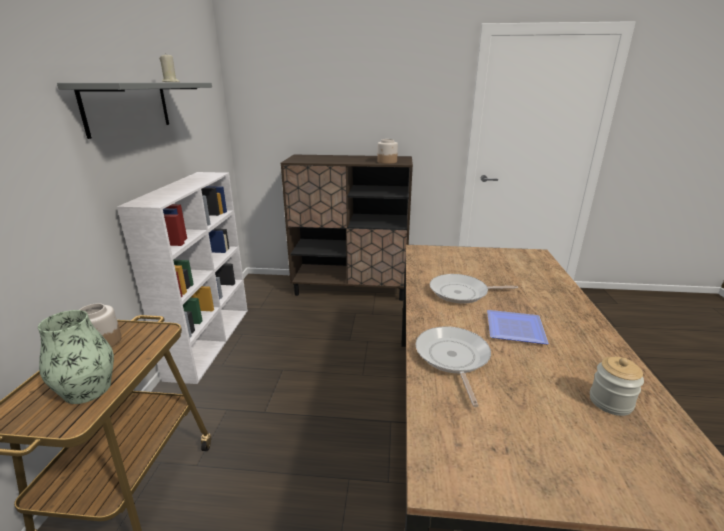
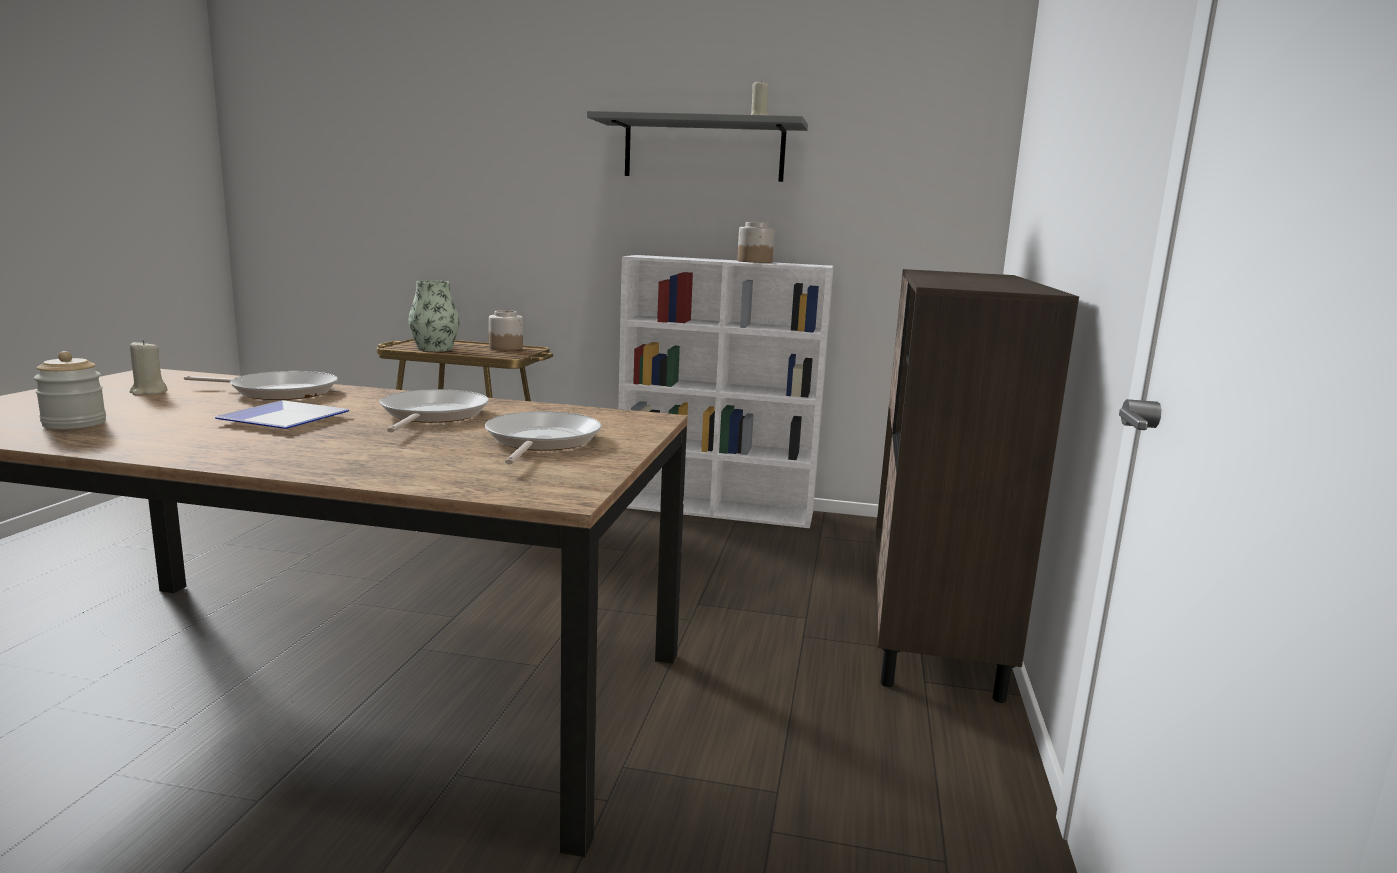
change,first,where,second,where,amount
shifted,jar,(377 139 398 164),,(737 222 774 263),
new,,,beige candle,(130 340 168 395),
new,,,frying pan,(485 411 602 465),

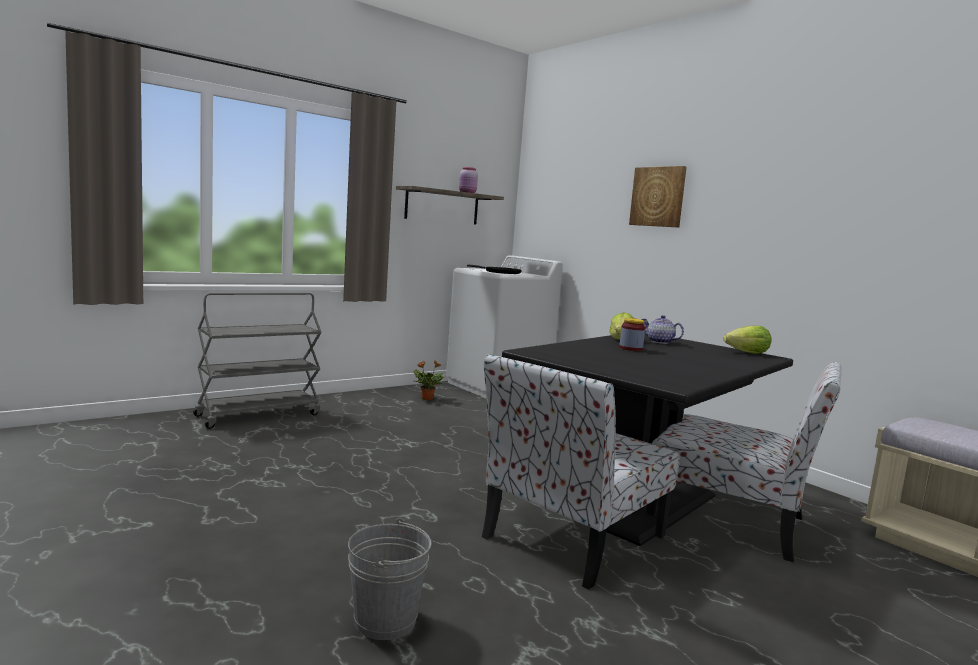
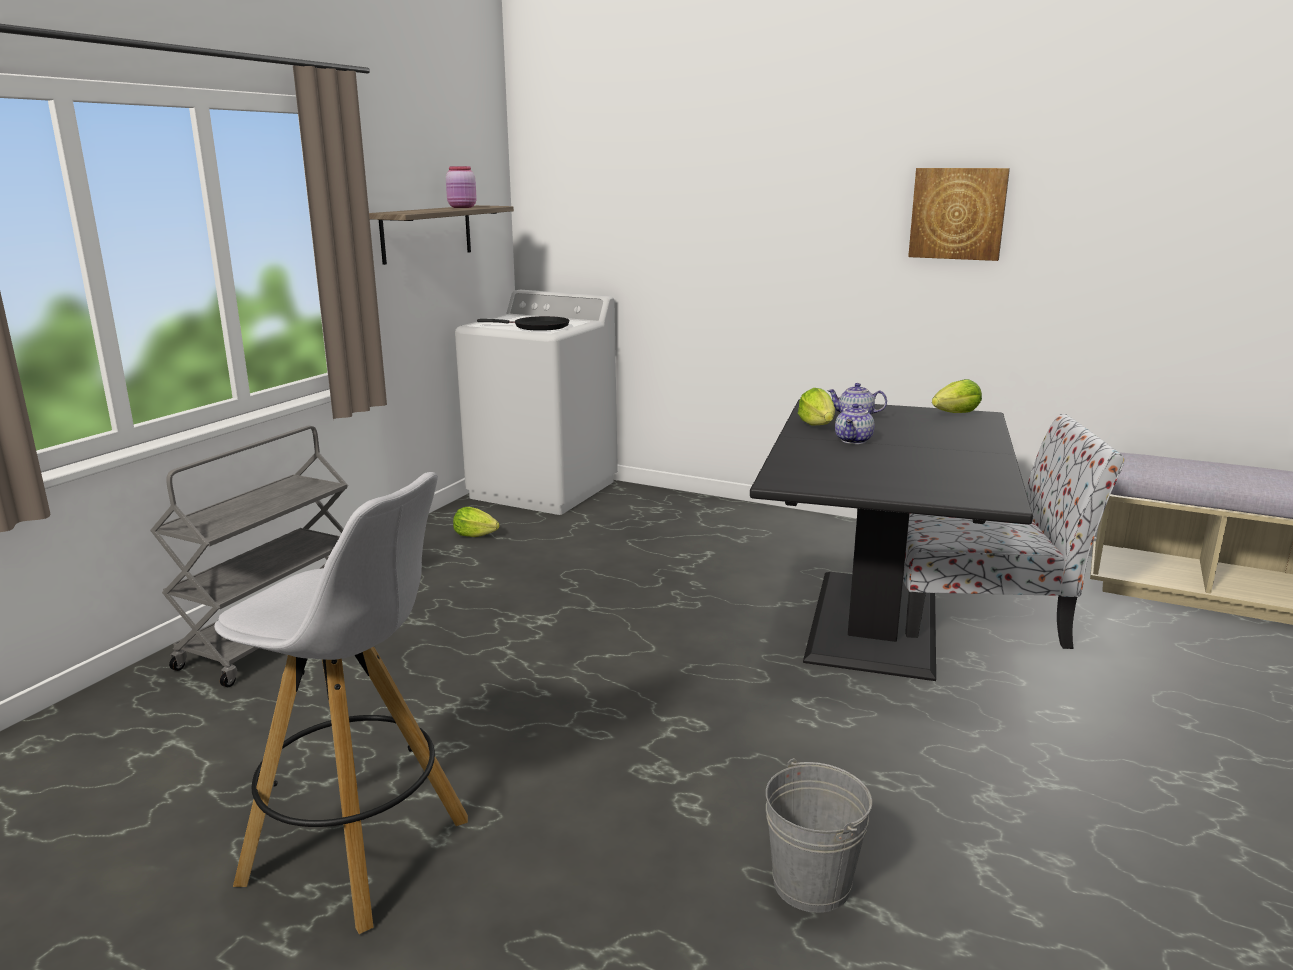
change,first,where,second,where,amount
shifted,picture,(629 166 687 228),,(908 168 1010 261),
swapped,jar,(619 318 645 351),teapot,(835 403 874 444),
gone,chair,(482 354 679 589),,,
swapped,potted plant,(413 361 445 400),lettuce,(453 507 500 537),
new,,,white stool,(214 472 468 934),

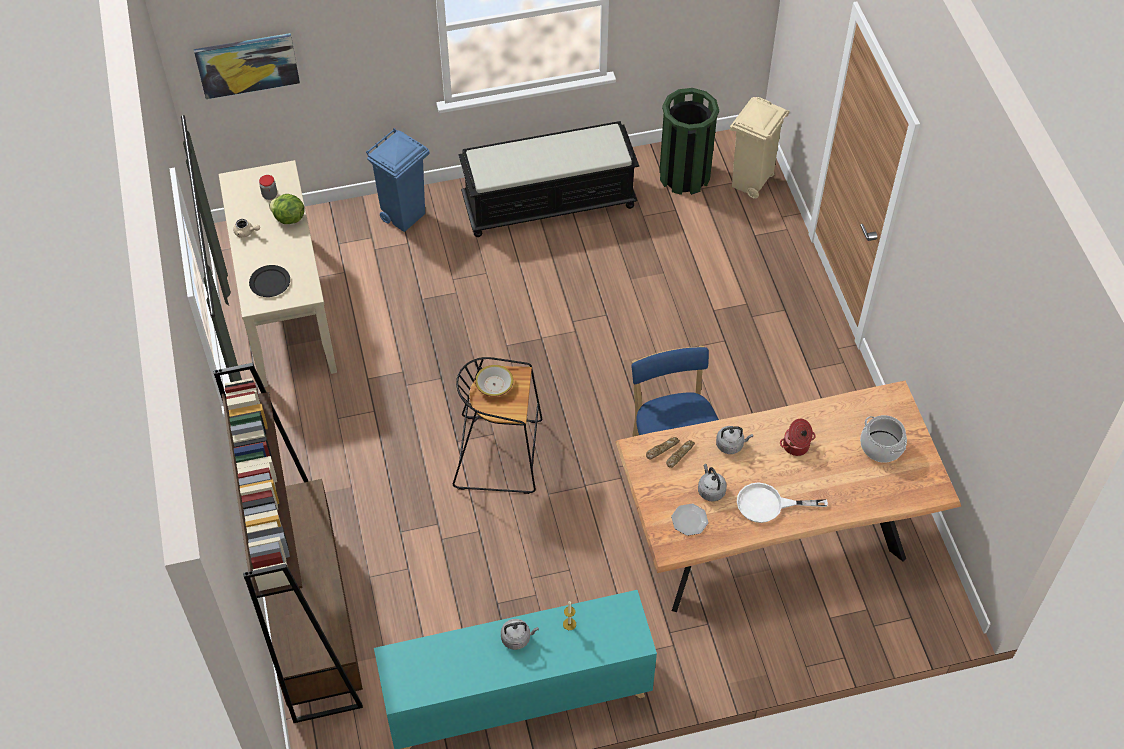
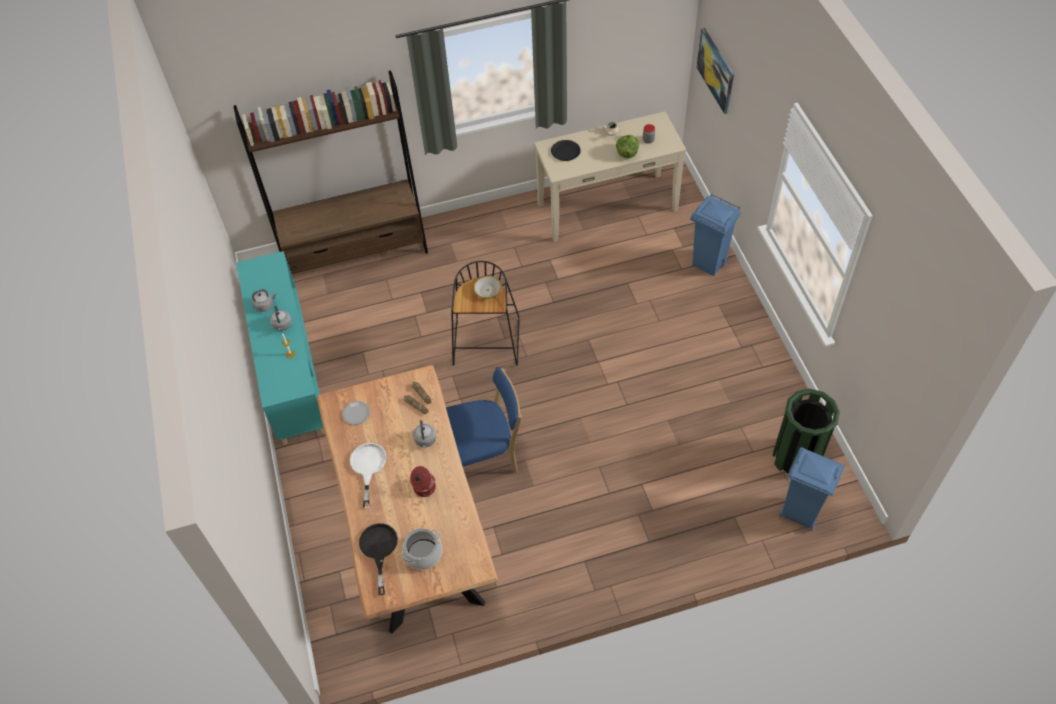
change,first,where,second,where,amount
repainted,beige trash can,(730 97 790 199),blue trash can,(779 447 845 531),
gone,black bench,(458 121 639 237),,,
shifted,grey kettle,(698 463 727 501),,(252 289 277 312),
new,,,black frying pan,(359 523 398 595),

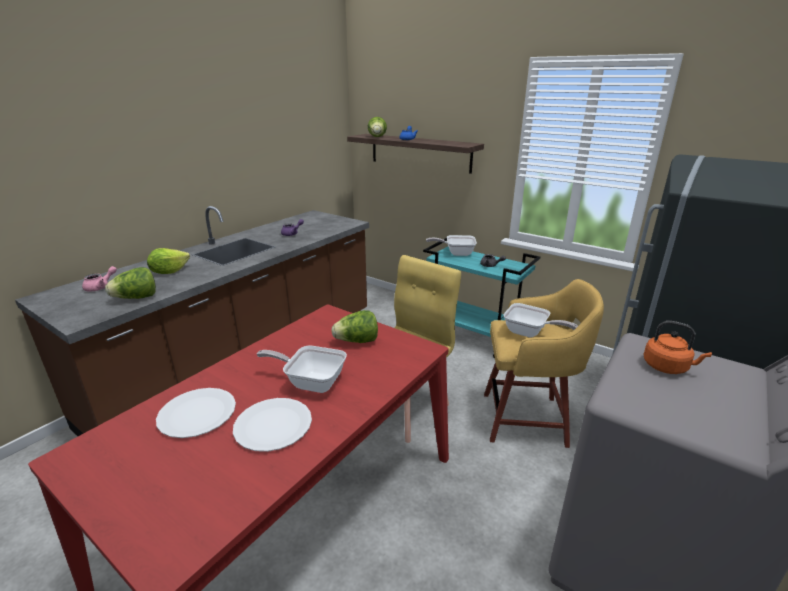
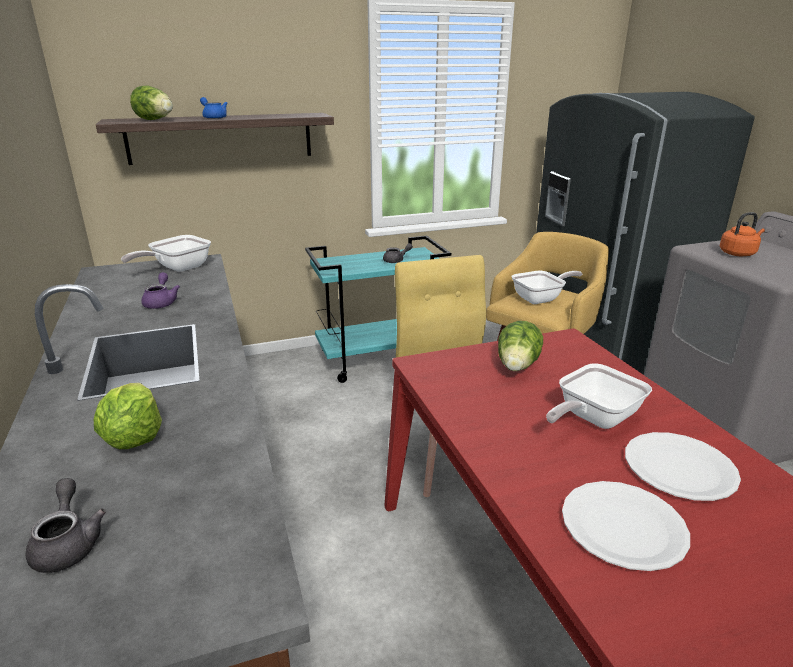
change,first,where,second,where,amount
shifted,frying pan,(426 235 477 256),,(121 235 211 272),
repainted,pink teapot,(82 266 117 291),grey teapot,(25 478 106 573),
gone,lettuce,(105 267 156 299),,,

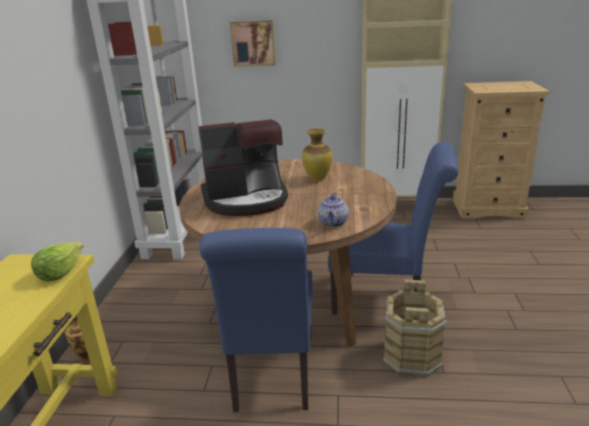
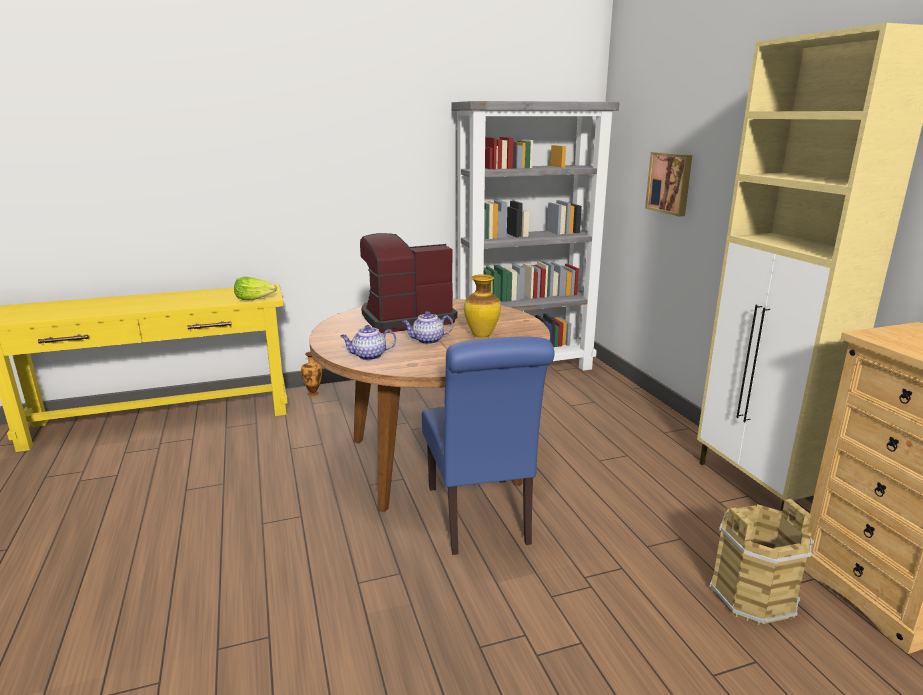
change,first,where,second,where,amount
rotated,coffee machine,(198 119 288 216),,(360 233 458 333),105 degrees clockwise
gone,blue chair,(199 228 313 412),,,
shifted,brown bucket,(383 279 447 376),,(710 499 814 626),
new,,,teapot,(402 311 453 344),

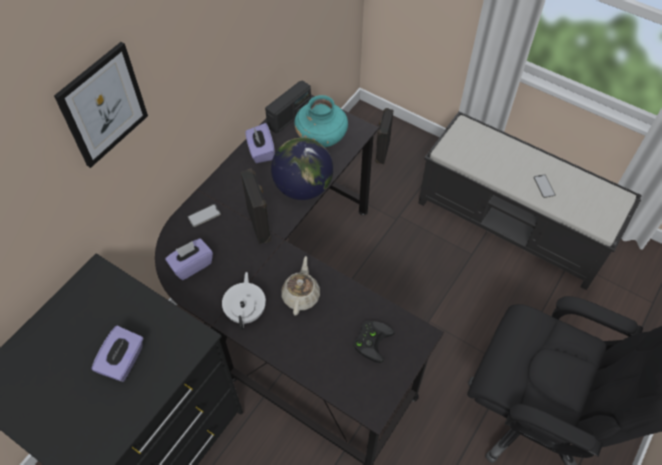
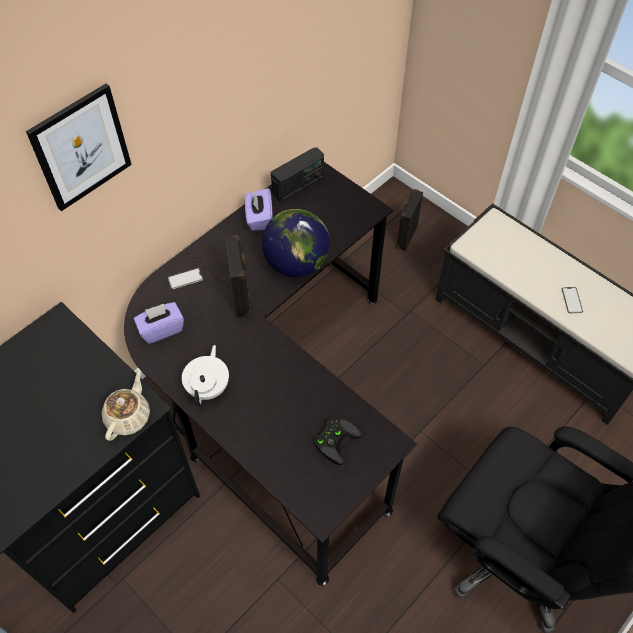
change,first,where,second,where,amount
gone,turquoise vase,(294 95 348 147),,,
shifted,beige teapot,(282 256 320 316),,(102 370 150 441),
gone,purple tissue box,(91 326 143 382),,,

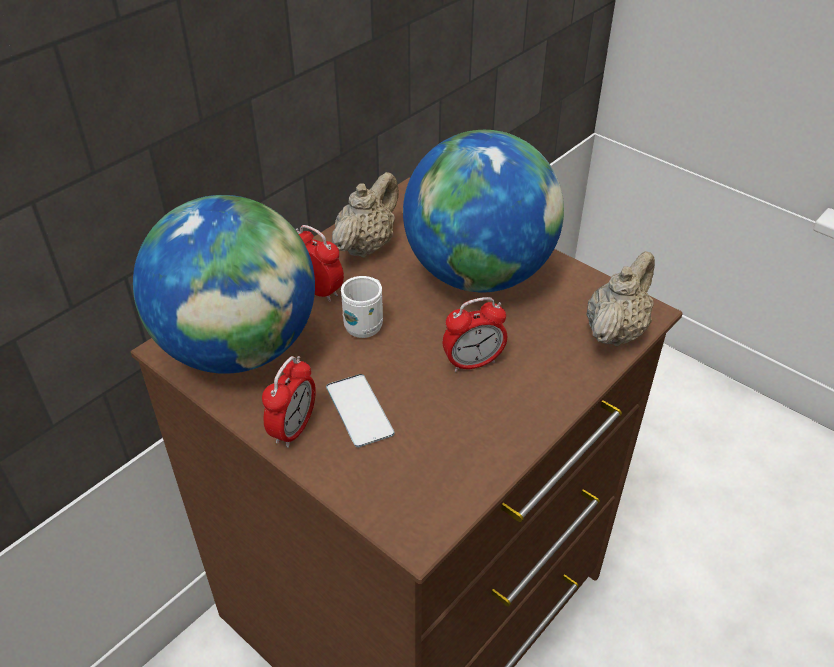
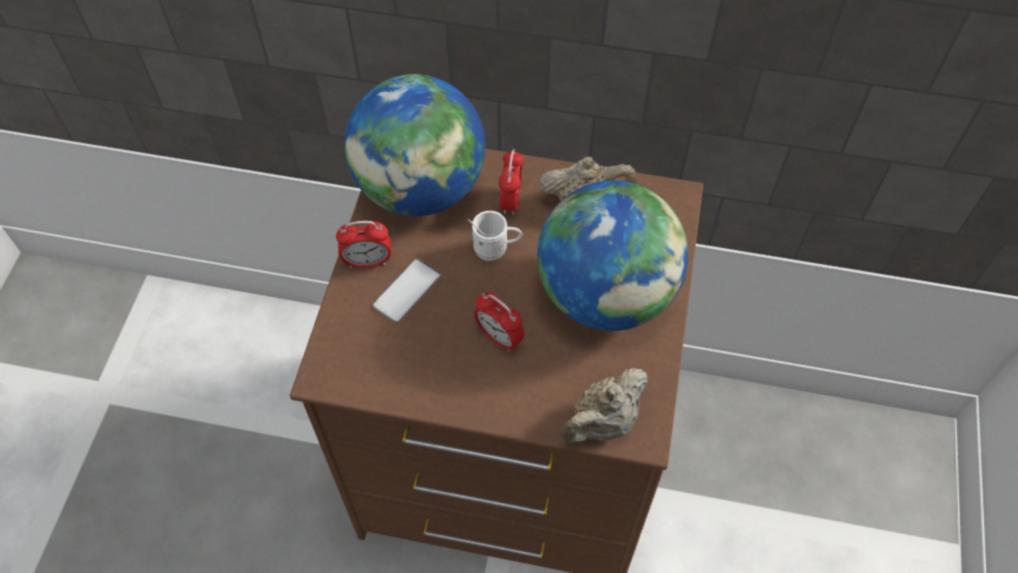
change,first,where,second,where,amount
rotated,beige teapot,(587 251 655 347),,(561 368 648 444),135 degrees clockwise

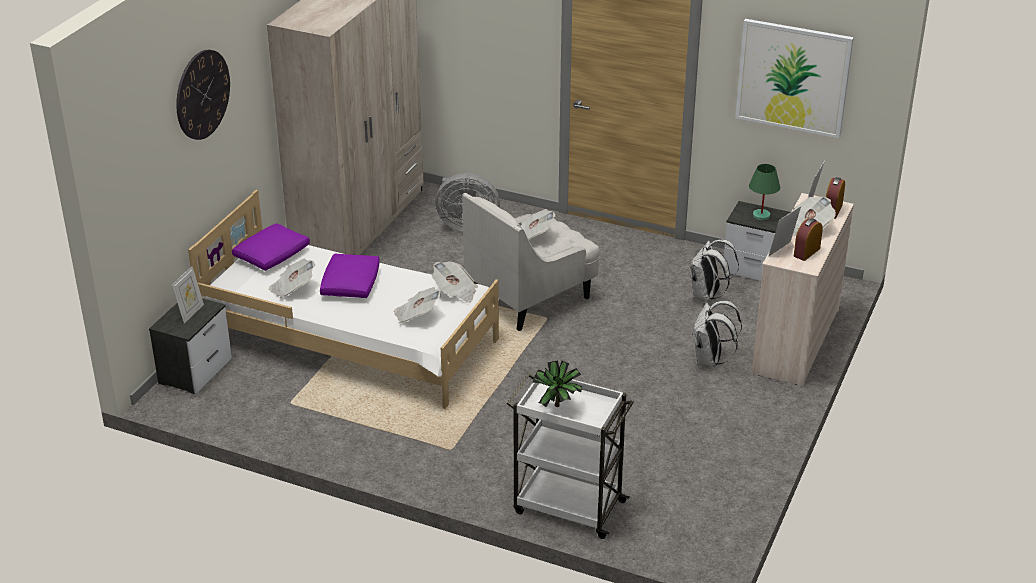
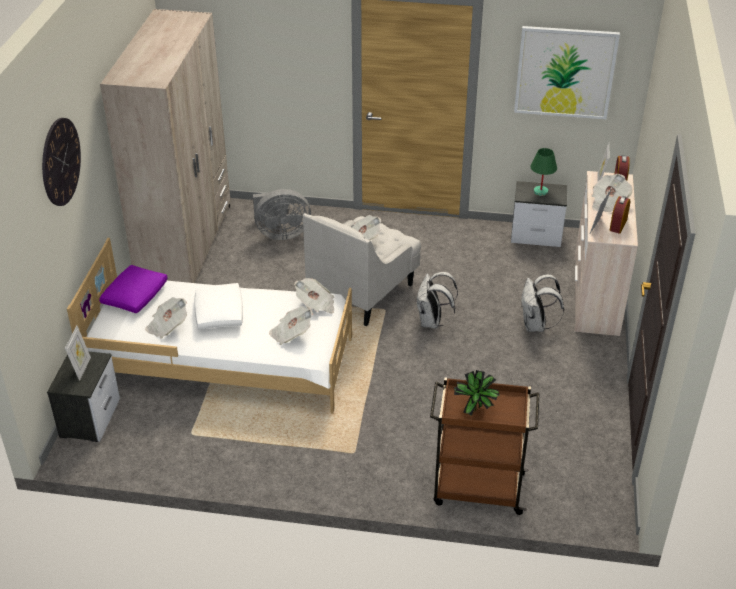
change,first,where,second,where,amount
shifted,white backpack,(690 239 739 302),,(416 272 458 329),
repainted,purple pillow,(320 254 380 298),white pillow,(194 283 243 330),
repainted,white cart,(507 373 634 539),brown cart,(430 377 539 515),

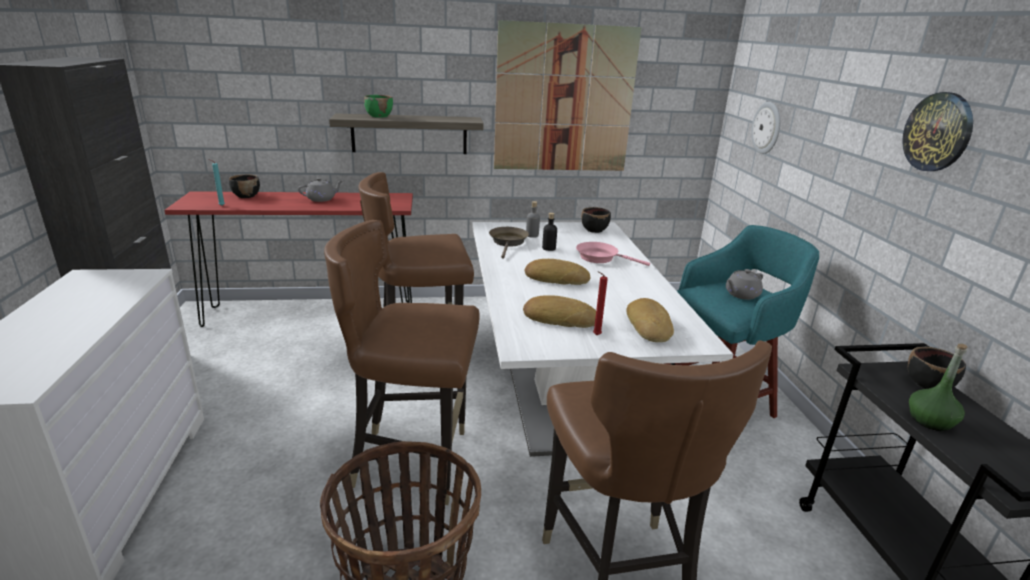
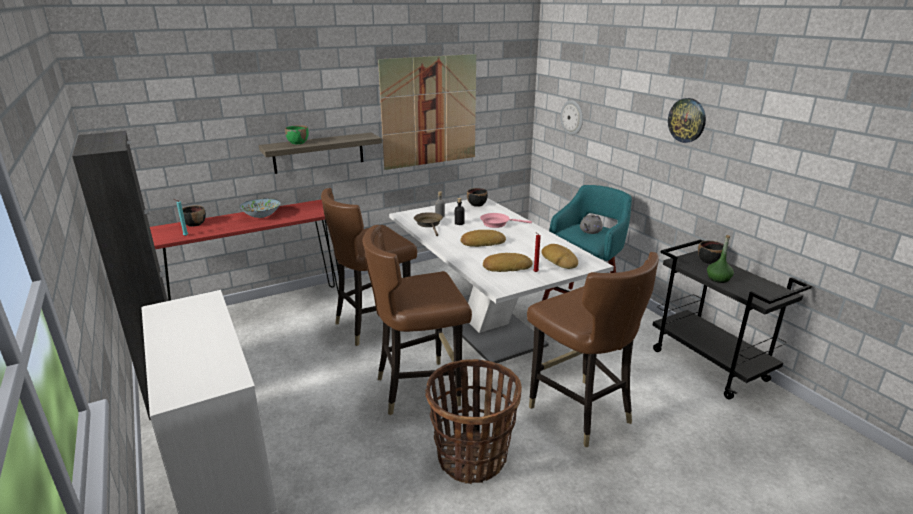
change,first,where,second,where,amount
swapped,grey teapot,(298 178 343 202),bowl,(239 198 280 218),

